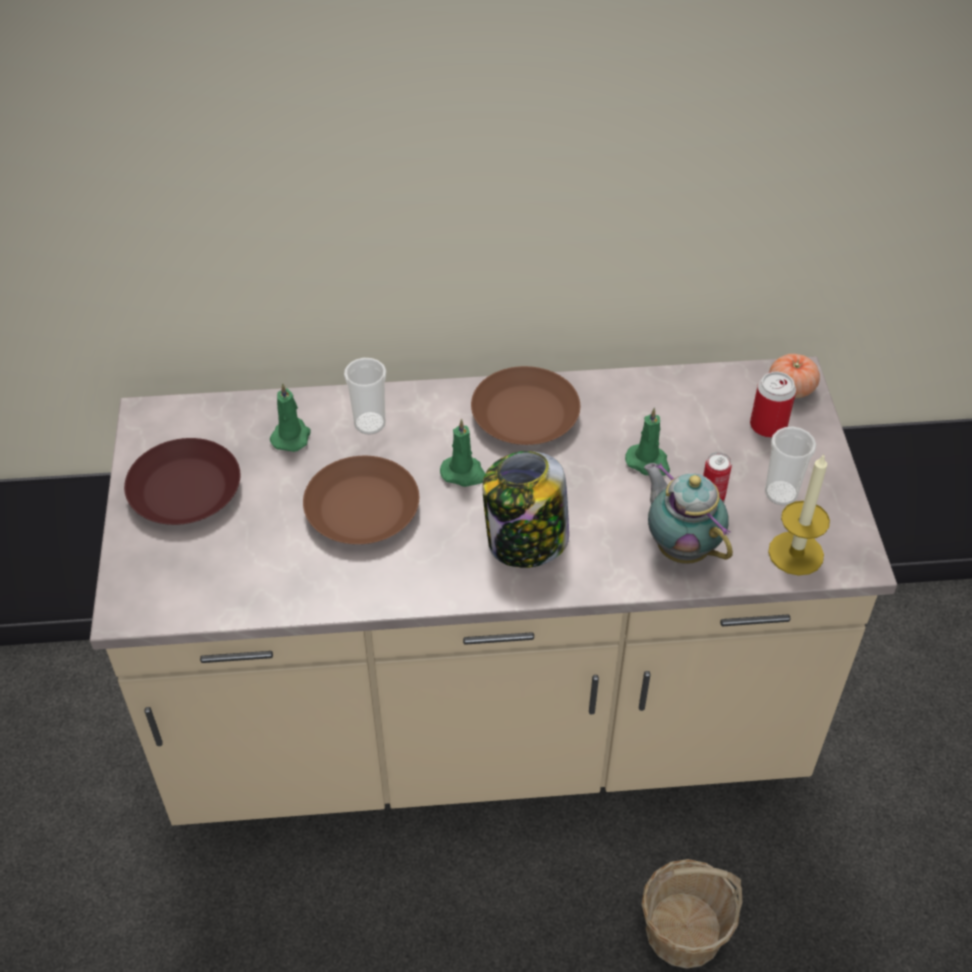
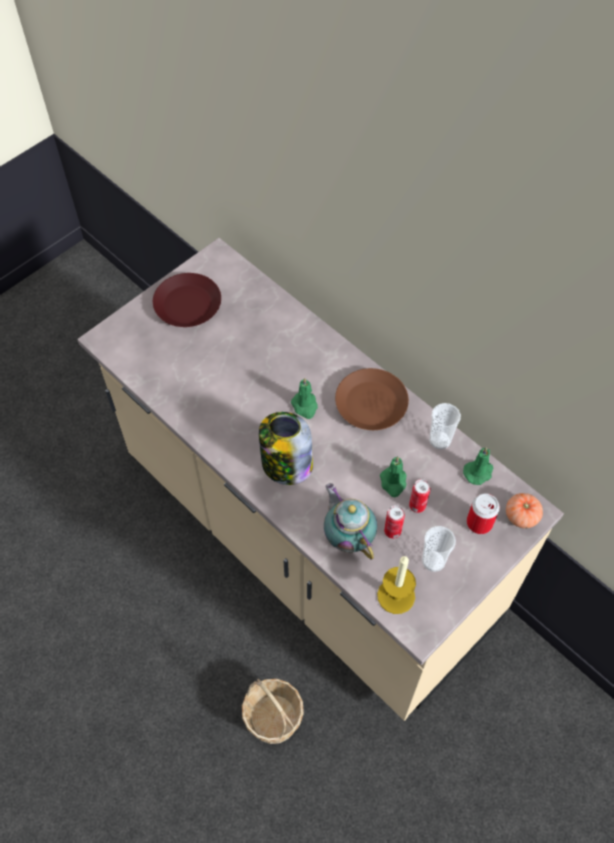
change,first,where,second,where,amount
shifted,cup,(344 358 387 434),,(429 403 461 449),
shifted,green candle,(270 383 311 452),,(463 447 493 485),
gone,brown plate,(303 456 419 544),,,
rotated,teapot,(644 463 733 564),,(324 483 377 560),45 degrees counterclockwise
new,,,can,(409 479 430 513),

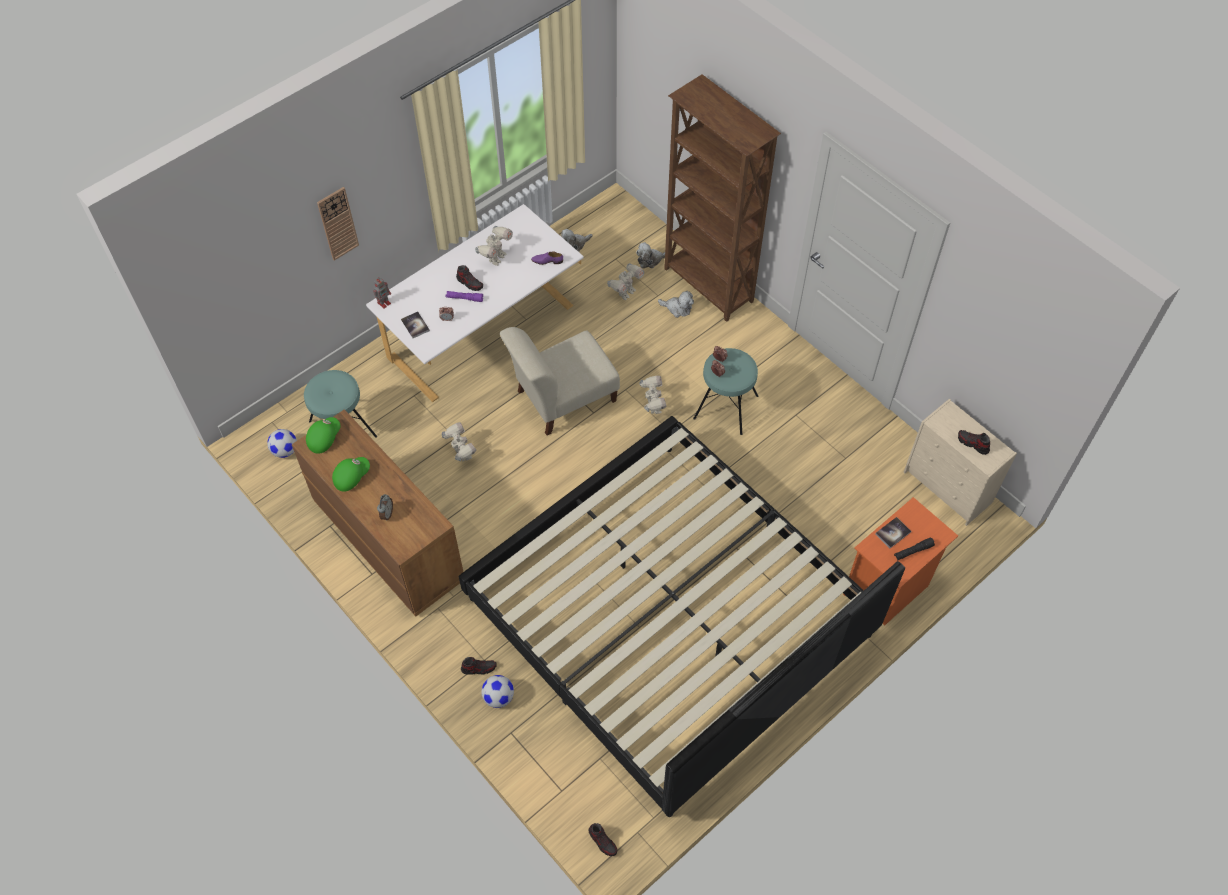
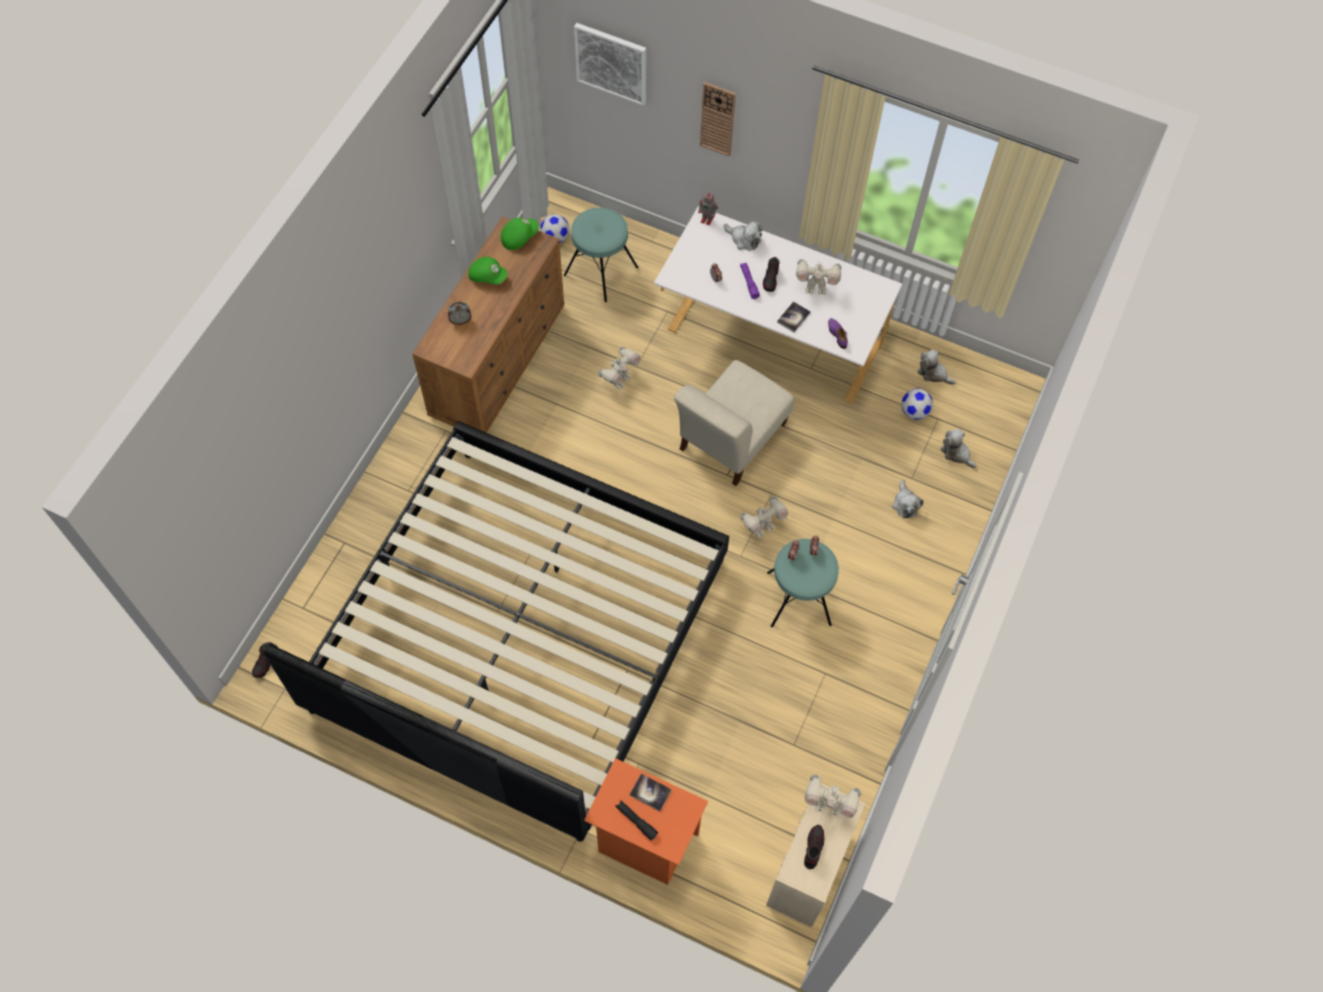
change,first,where,second,where,amount
gone,brown bookcase,(664 74 781 322),,,
shifted,toy robot,(607 263 644 300),,(805 775 861 818),
shifted,book,(401 311 430 338),,(777 301 811 333),
rotated,beige chair,(500 327 620 435),,(674 360 795 486),90 degrees counterclockwise
rotated,green cap,(306 417 340 454),,(501 218 539 250),45 degrees counterclockwise
gone,shoe,(461 657 497 675),,,
shifted,football,(481 675 514 708),,(901 389 933 420),
new,,,picture,(574 23 646 106),
new,,,plush toy,(724 221 763 251),

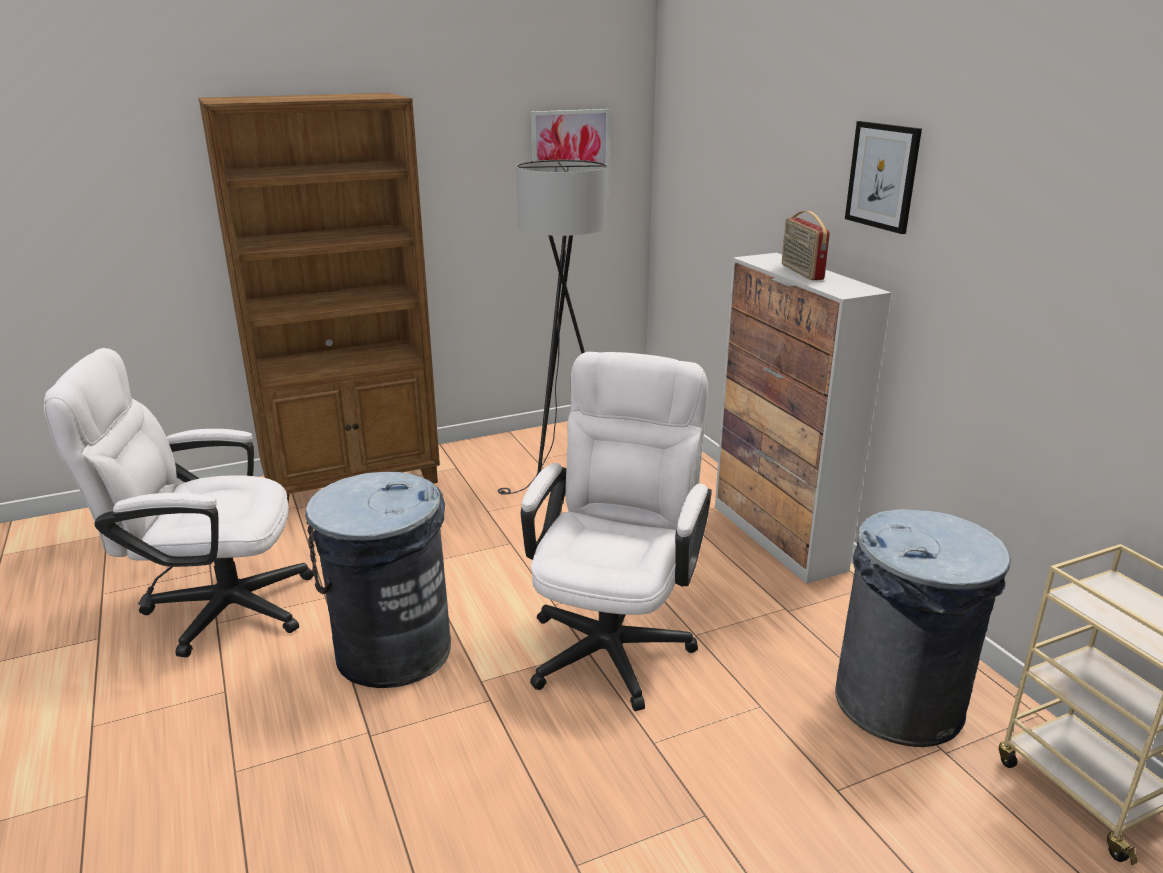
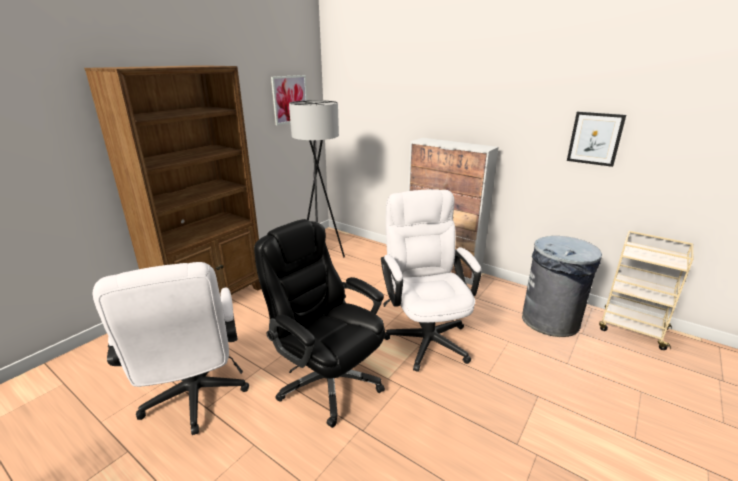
change,first,where,second,where,amount
shifted,picture,(845 121 922 234),,(567 111 626 167),
gone,radio,(782 211 830 280),,,
rotated,white office chair,(44 348 314 657),,(93 262 249 435),75 degrees counterclockwise
swapped,grey trash can,(305 472 451 688),black office chair,(254 219 385 428),

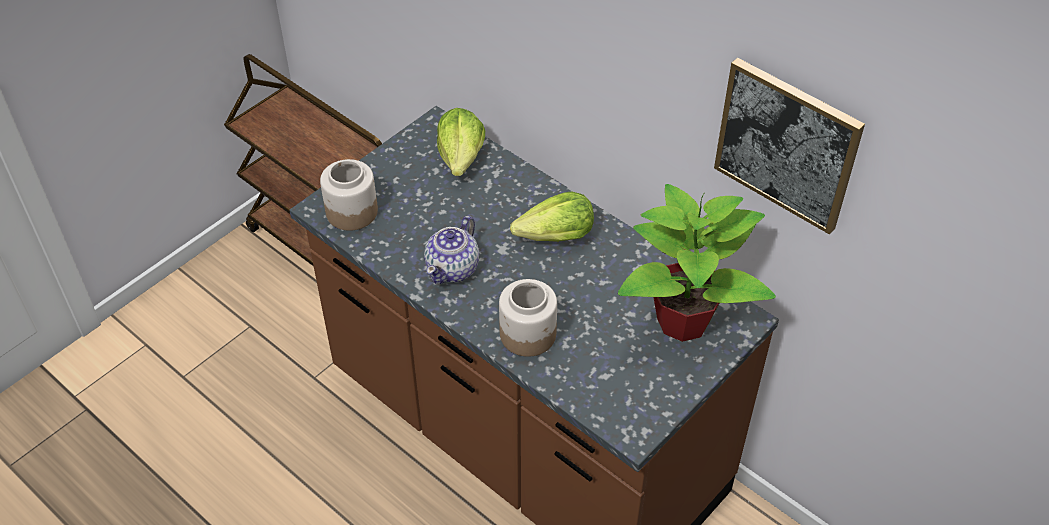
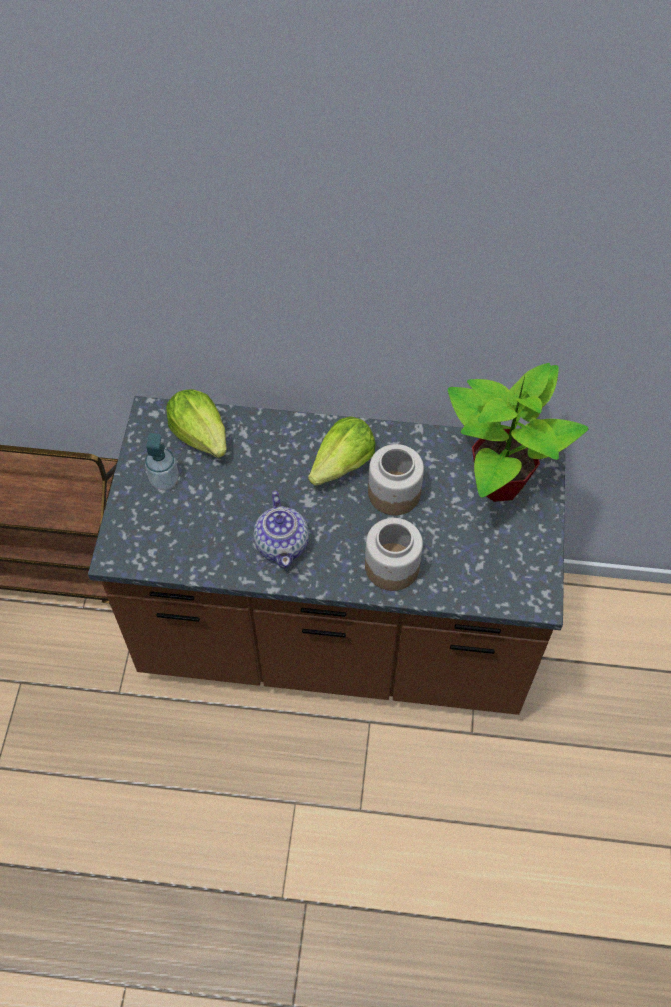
change,first,where,second,where,amount
gone,picture,(714 58 865 234),,,
shifted,jar,(320 159 378 231),,(368 444 424 515),
new,,,soap dispenser,(145 433 179 490),

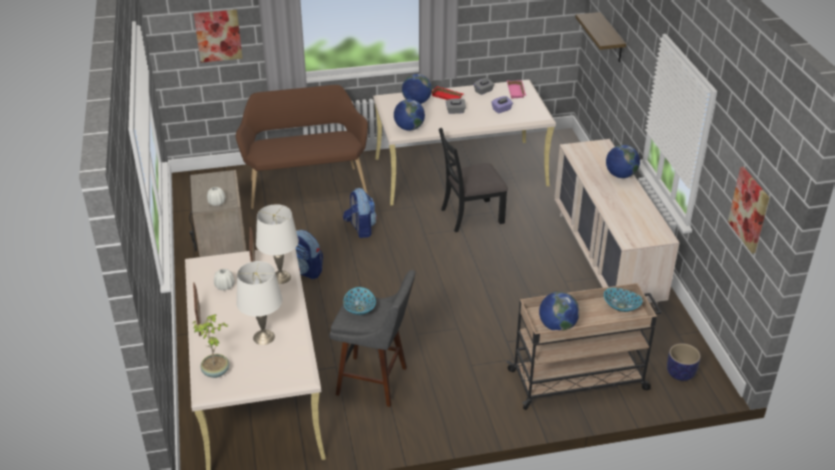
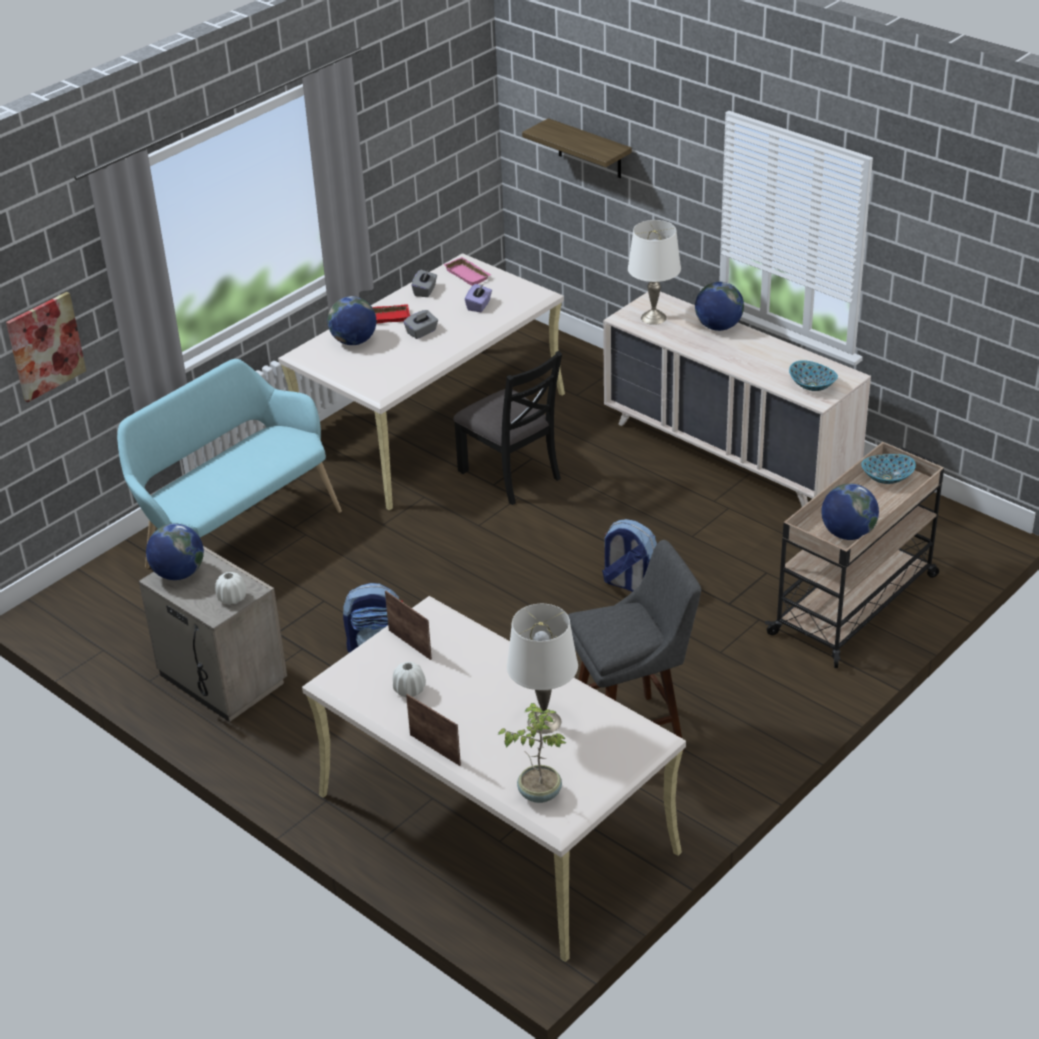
change,first,where,second,where,amount
repainted,brown bench,(236 85 368 209),turquoise bench,(117 359 342 569),
shifted,globe,(394 99 425 131),,(146 524 204 580),
rotated,black chair,(439 128 508 232),,(453 351 562 505),75 degrees counterclockwise
gone,picture,(728 167 769 254),,,
shifted,backpack,(343 188 377 238),,(602 519 657 592),
shifted,white table lamp,(256 204 299 284),,(628 220 681 325),
shifted,bowl,(343 287 376 315),,(789 360 838 391),
gone,planter,(667 343 701 381),,,

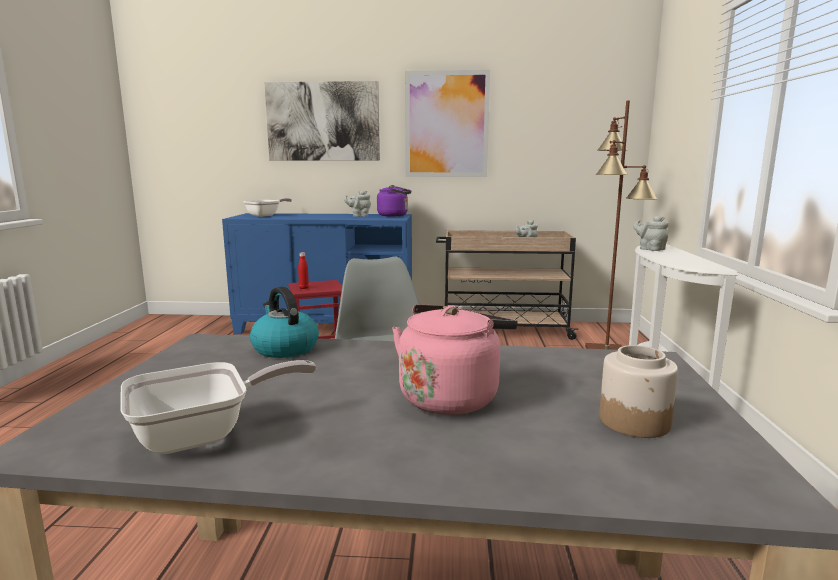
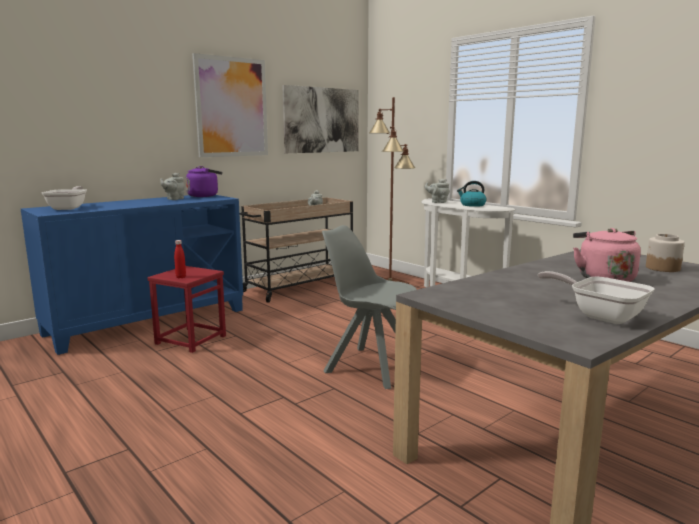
change,first,where,second,where,amount
shifted,picture,(264 81 380 160),,(282 85 359 153),
shifted,kettle,(250 286 319 358),,(457 181 487 207),
rotated,frying pan,(120 360 317 454),,(538 271 655 324),60 degrees counterclockwise

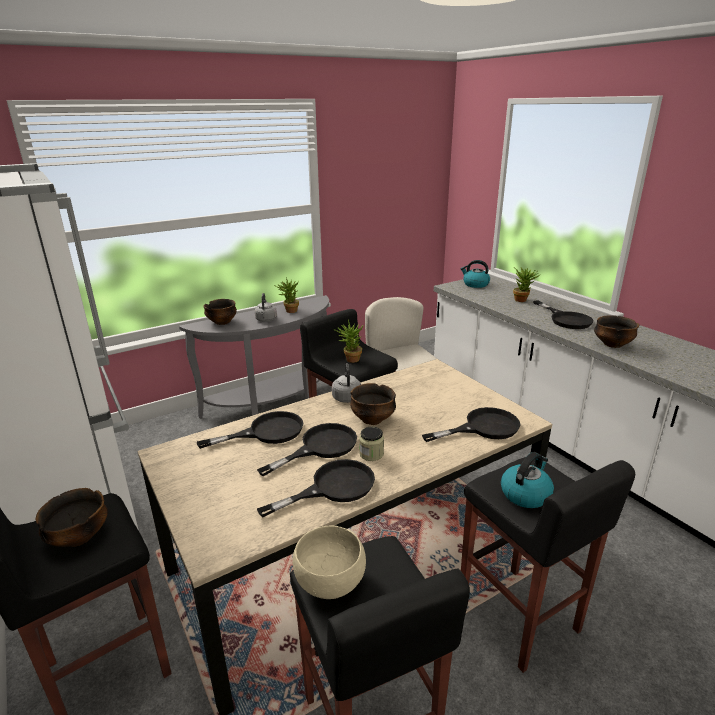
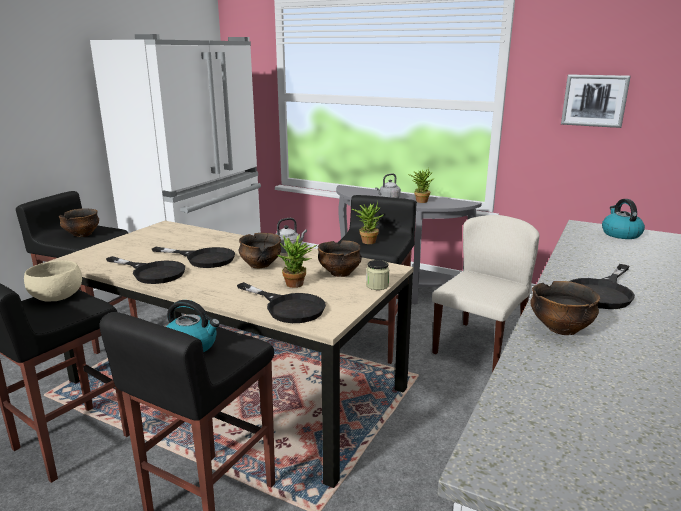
change,first,where,second,where,amount
shifted,potted plant,(513 267 539 302),,(278 234 317 288),
shifted,bowl,(203 299 237 325),,(317 241 362 277),
gone,black frying pan,(197 411 304 449),,,
shifted,jar,(359 427 384 461),,(366 260 389 290),
new,,,picture,(561 74 631 128),

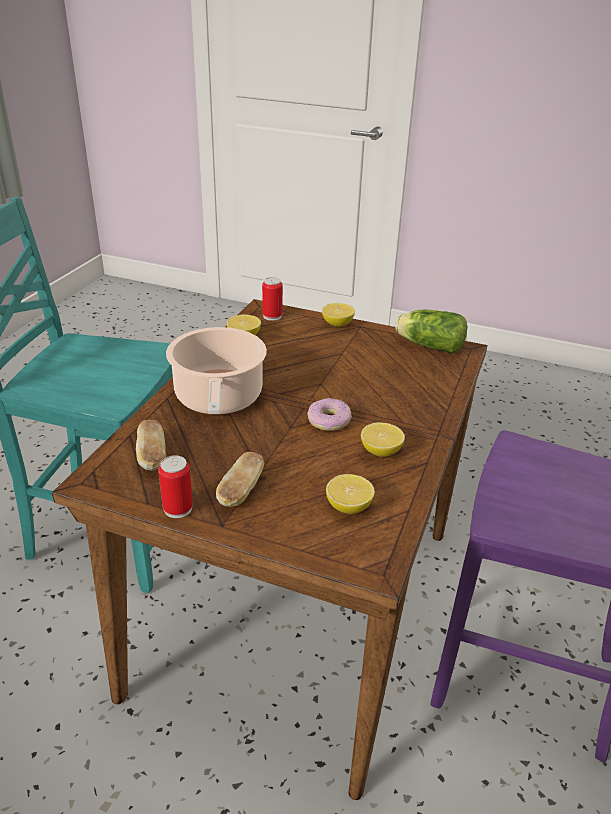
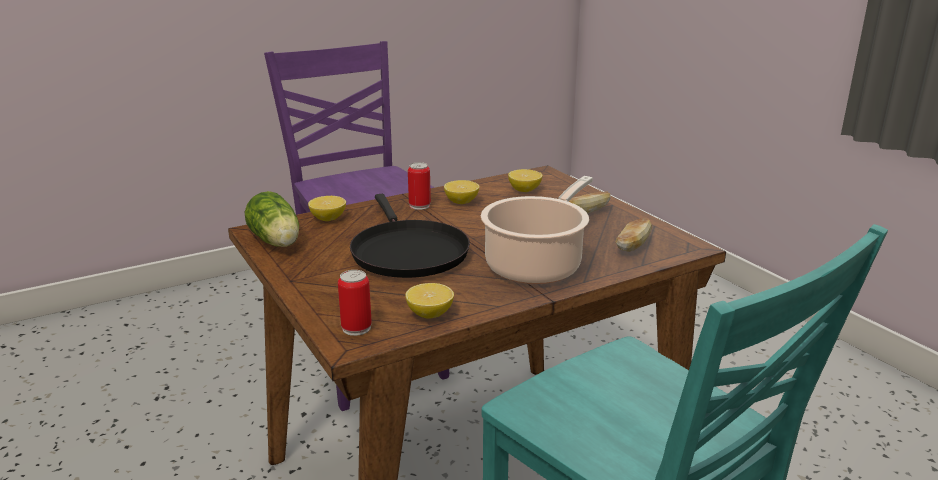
change,first,where,second,where,amount
shifted,lemon,(322 303 355 327),,(308 196 346 221),
gone,donut,(307 398 352 431),,,
shifted,can,(158 455 193 518),,(408 162 431 210),
new,,,black frying pan,(350 194 470 278),

